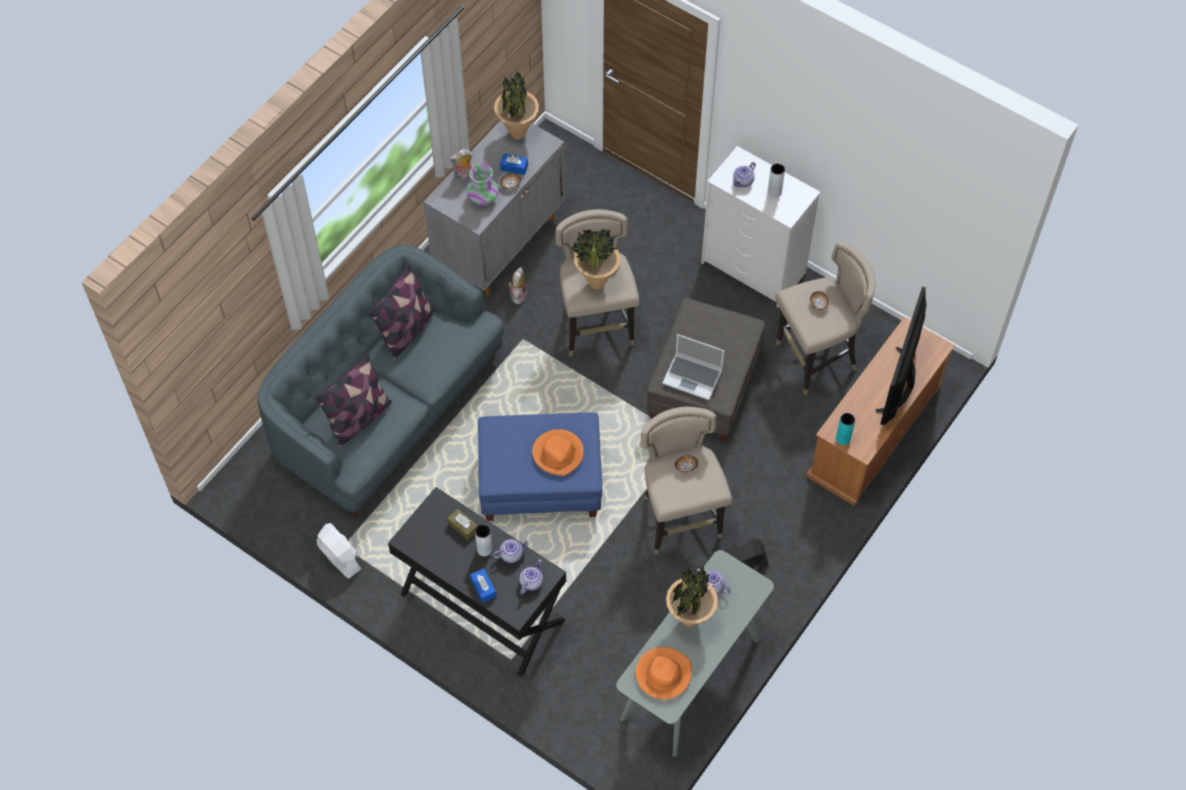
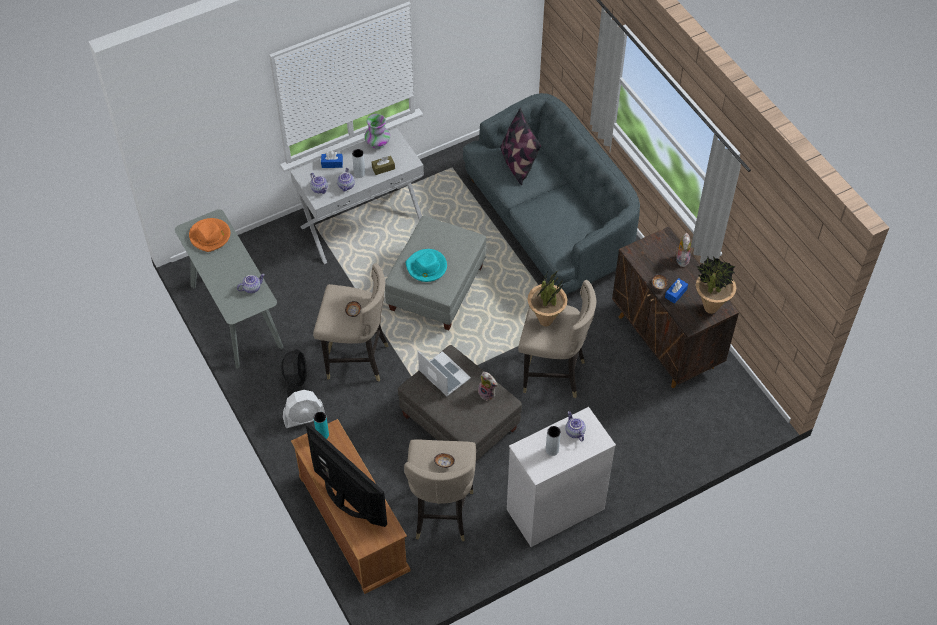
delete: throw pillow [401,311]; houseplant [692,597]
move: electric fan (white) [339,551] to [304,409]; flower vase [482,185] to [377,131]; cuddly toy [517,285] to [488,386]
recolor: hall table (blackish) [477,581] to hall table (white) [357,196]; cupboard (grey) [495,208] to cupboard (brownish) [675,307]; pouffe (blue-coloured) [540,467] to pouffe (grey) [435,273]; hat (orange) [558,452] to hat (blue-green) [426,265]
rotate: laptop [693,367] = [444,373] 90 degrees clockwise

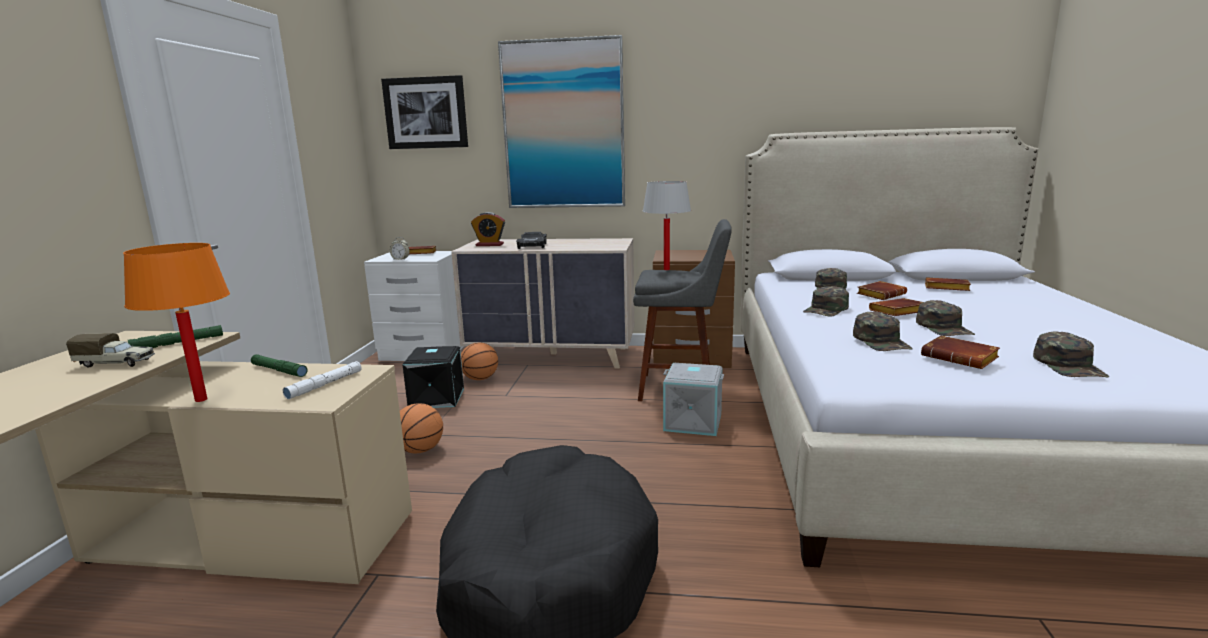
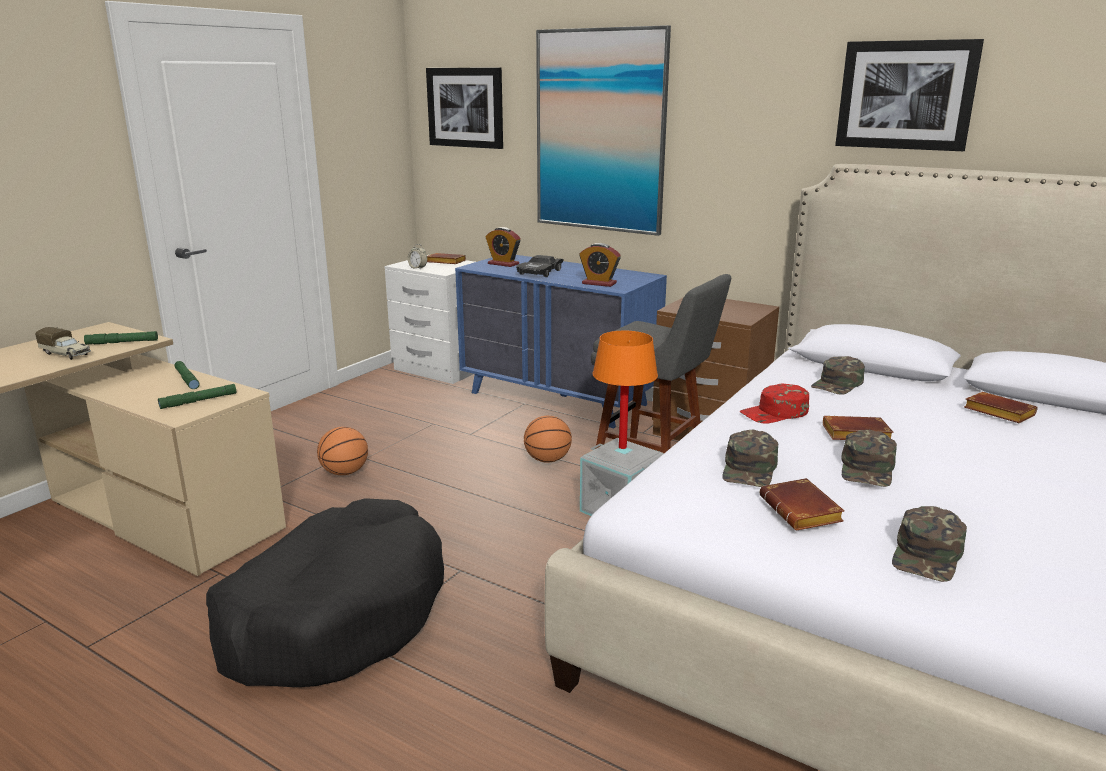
delete: storage container (blackish) [433,377]; tabletop lamp (white) [667,225]; book (brownish) [882,290]
insert: bedside clock [600,265]; picture [909,95]
move: tabletop lamp (orange) [176,322] to [625,390]; basketball ball [479,361] to [548,439]
recolor: flashlight (white) [322,380] to flashlight (greenish) [197,396]; dresser (beige) [542,303] to dresser (blue-coloured) [561,341]; cap (greenish) [826,301] to cap (red-coloured) [774,404]

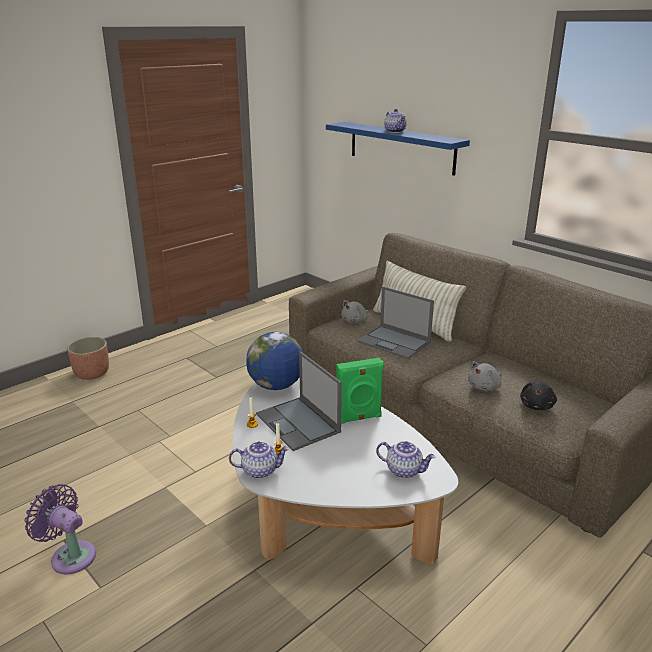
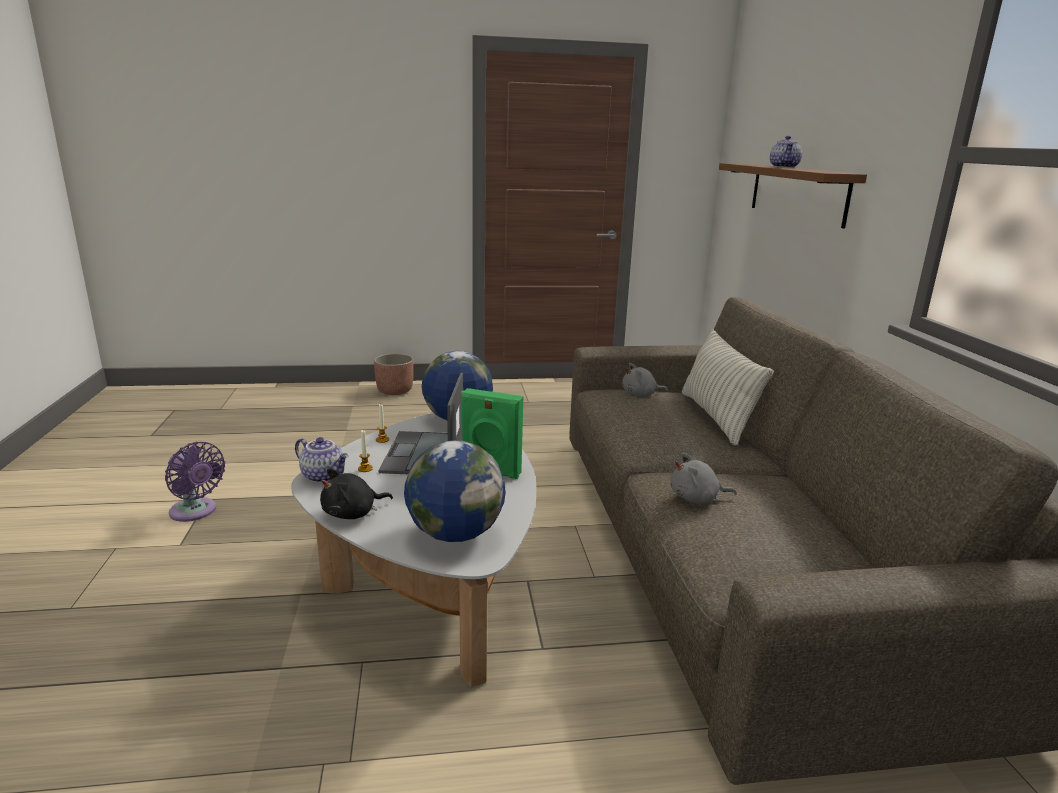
delete: laptop [395,323]
move: cuddly toy (blackish) [538,395] to [356,493]
replace: teapot [406,460] to desk globe [455,491]
recolor: wall shelf (blue-coloured) [398,149] to wall shelf (brownish) [793,196]
rotate: electric fan (purple) [60,529] = [195,482] 150 degrees clockwise

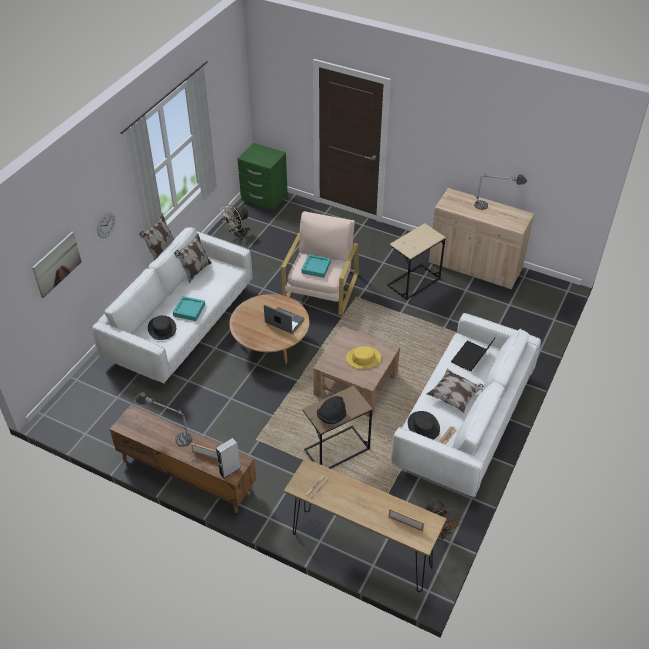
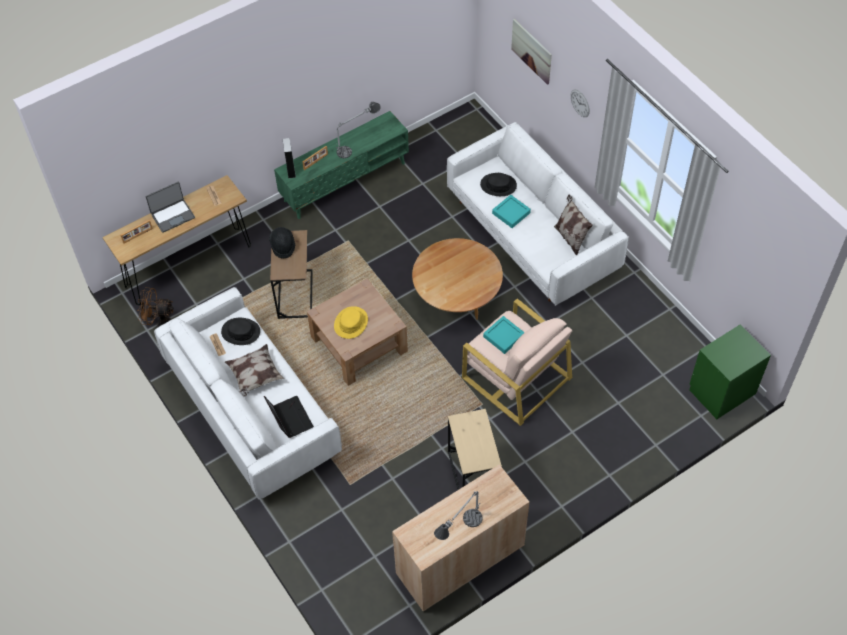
delete: throw pillow [157,236]; electric fan (beige) [235,222]
move: laptop [284,319] to [170,207]
recolor: tv unit (brownish) [183,459] to tv unit (greenish) [341,165]

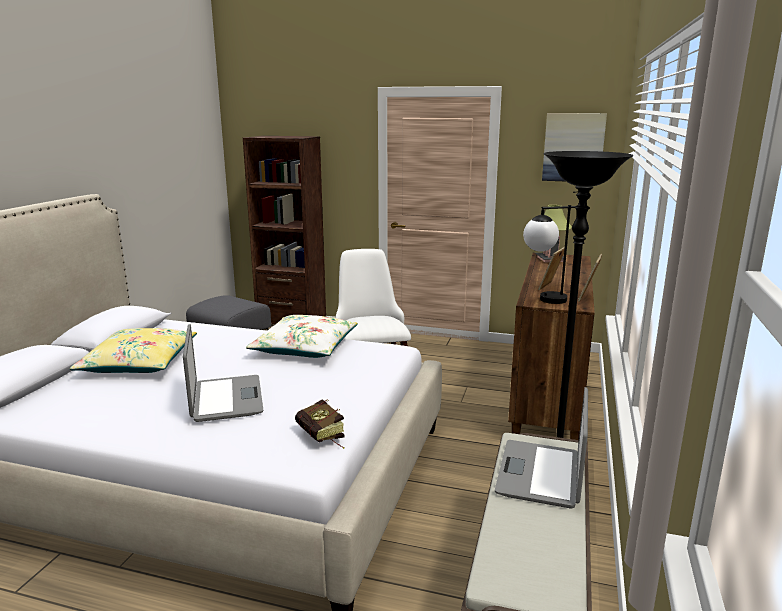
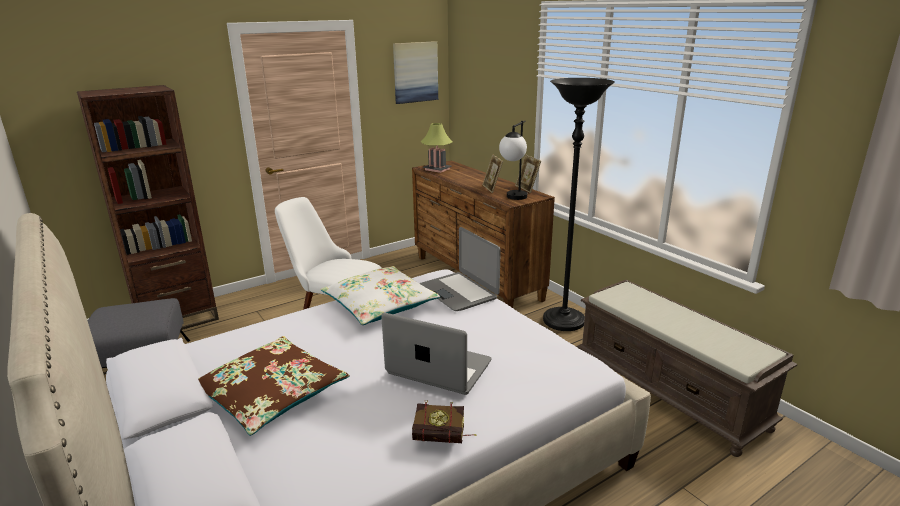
move: book [320,424] to [444,422]; laptop [541,448] to [460,269]
recolor: throw pillow (yellow-coloured) [133,350] to throw pillow (brownish) [273,386]

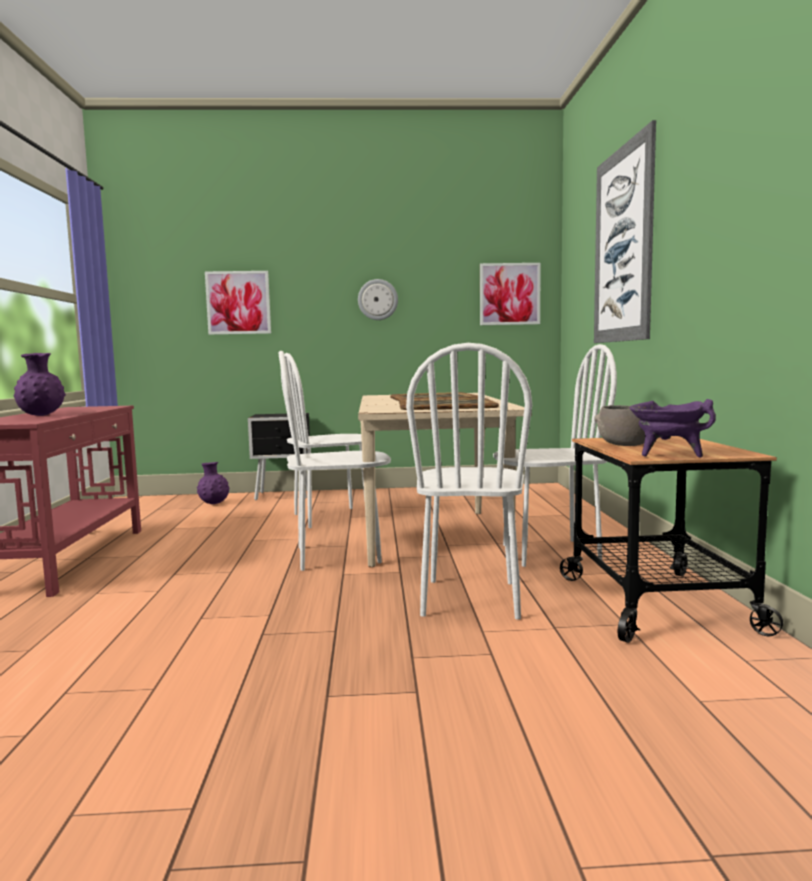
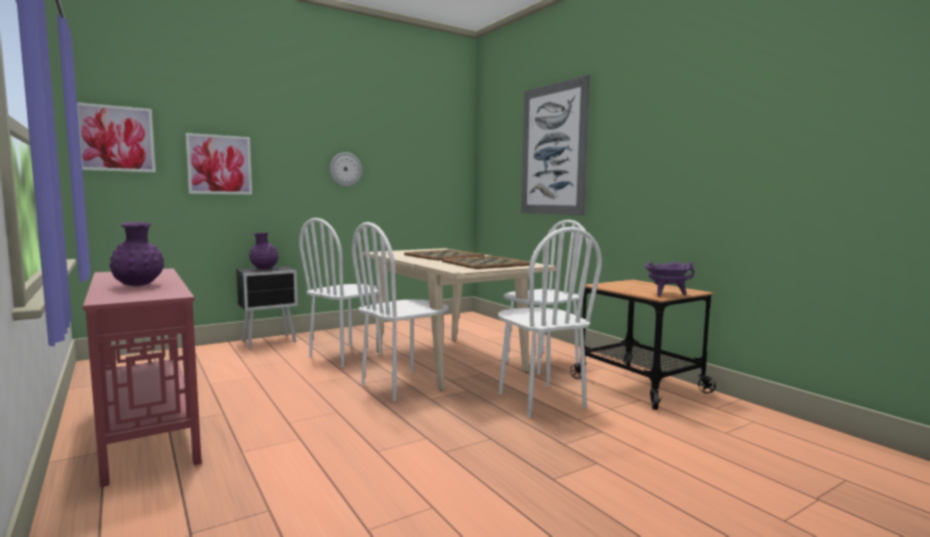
delete: serving bowl (grey) [619,425]
move: flower vase (purple) [213,483] to [264,251]; picture [510,294] to [116,137]

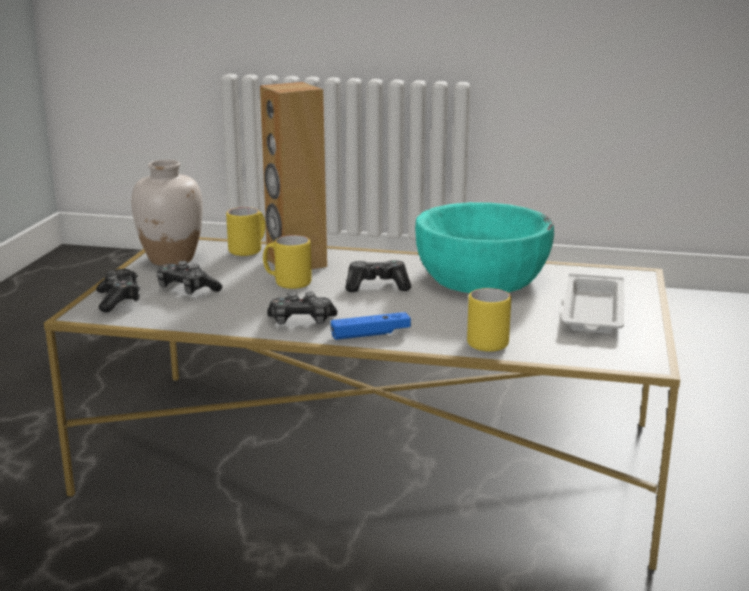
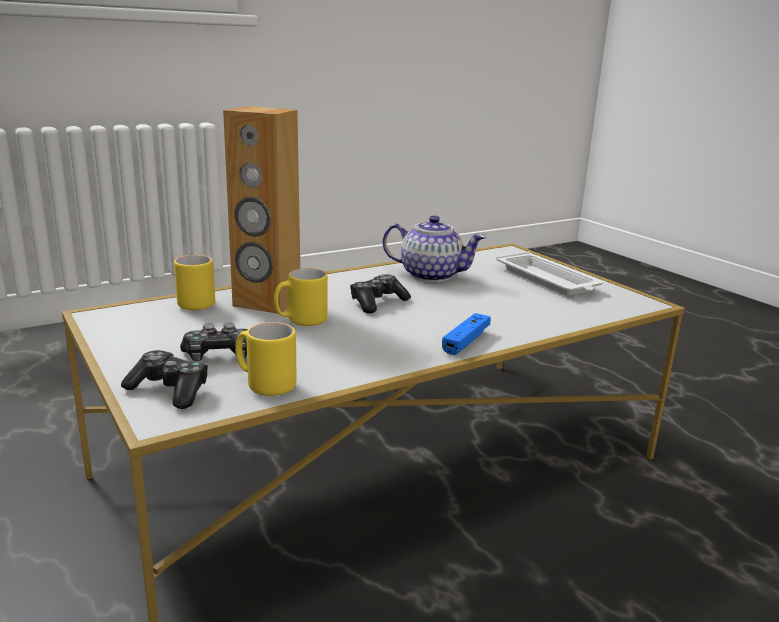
delete: flower vase (white) [167,213]; joypad [302,307]
move: coffee mug (yellow-coloured) [489,320] to [266,359]
replace: serving bowl (blue-green) [484,247] to teapot [434,248]

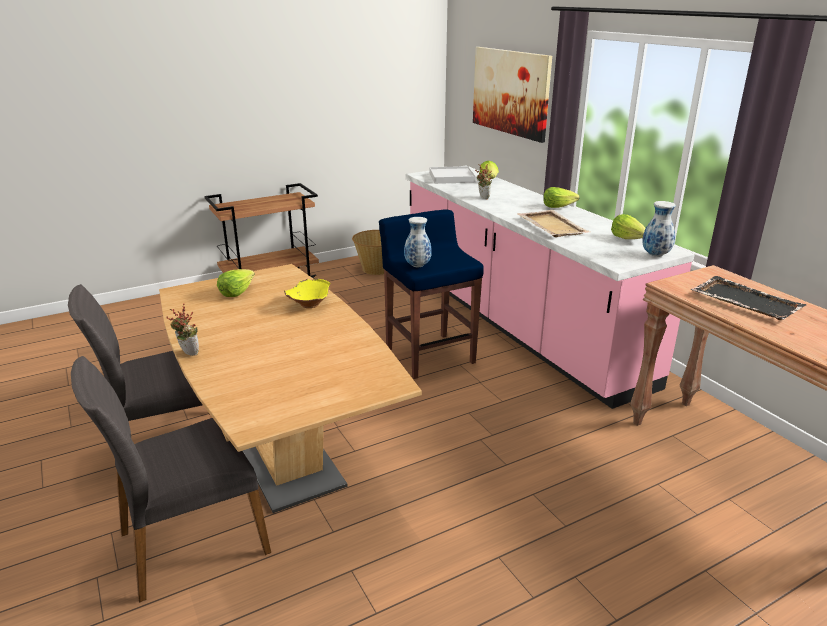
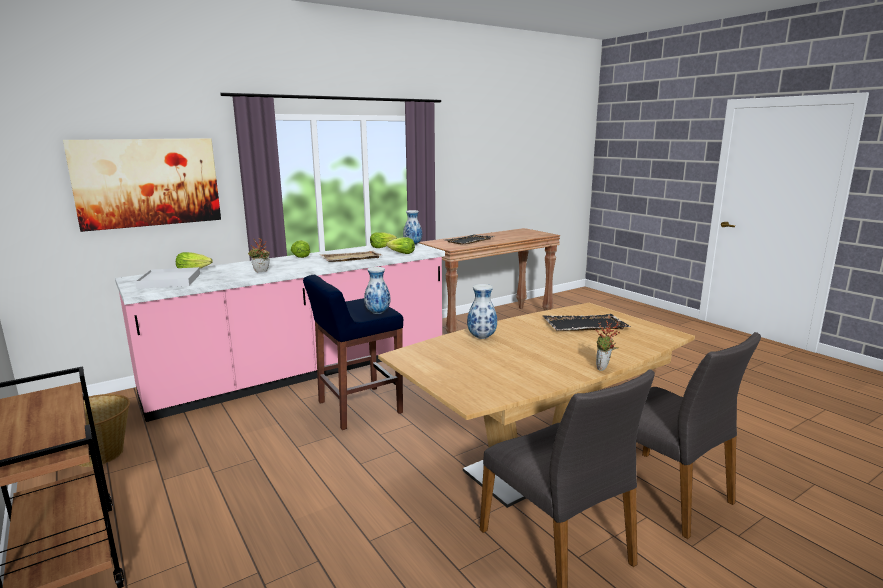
insert: tray (blackish) [587,322]
move: lettuce head [236,283] to [400,245]
replace: serving bowl (yellow-coloured) [307,293] to flower vase [482,311]

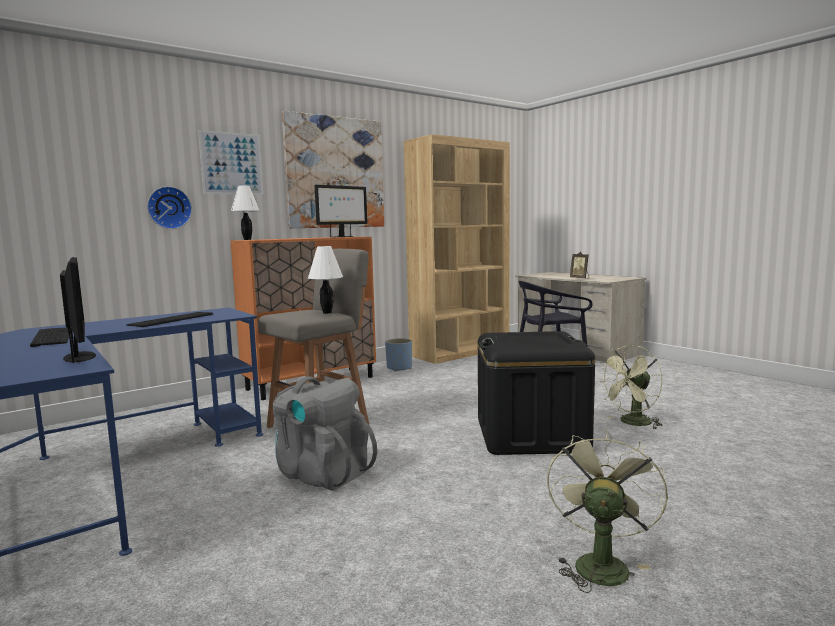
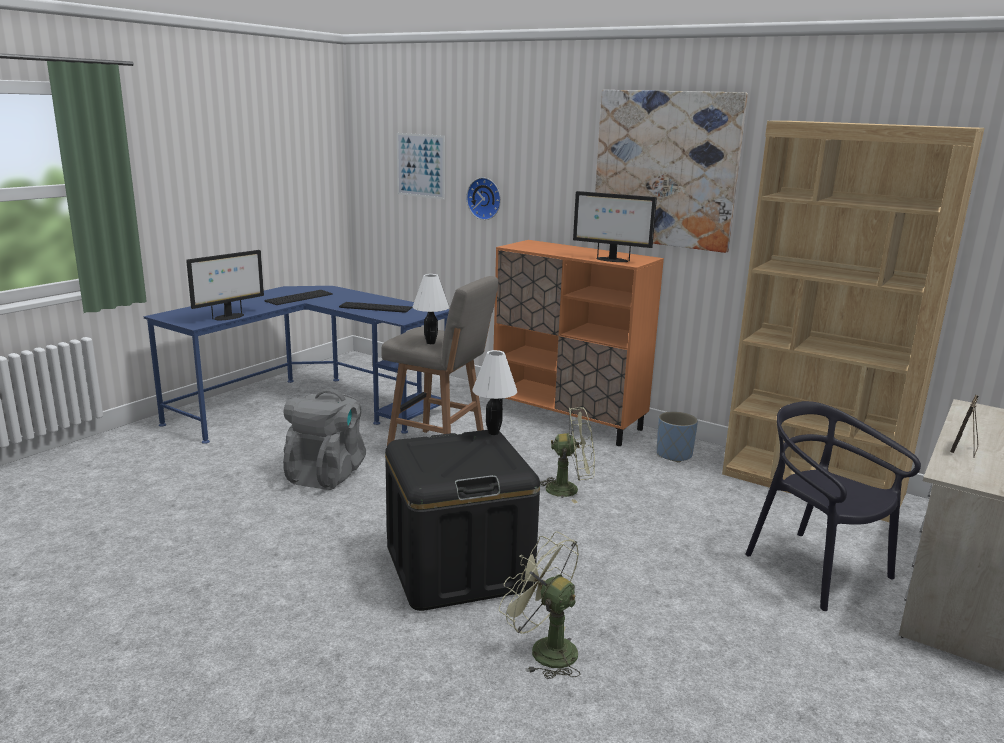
move: picture [230,162] to [421,166]; tabletop lamp (white) [245,212] to [494,392]; electric fan (greenish) [607,511] to [567,455]

